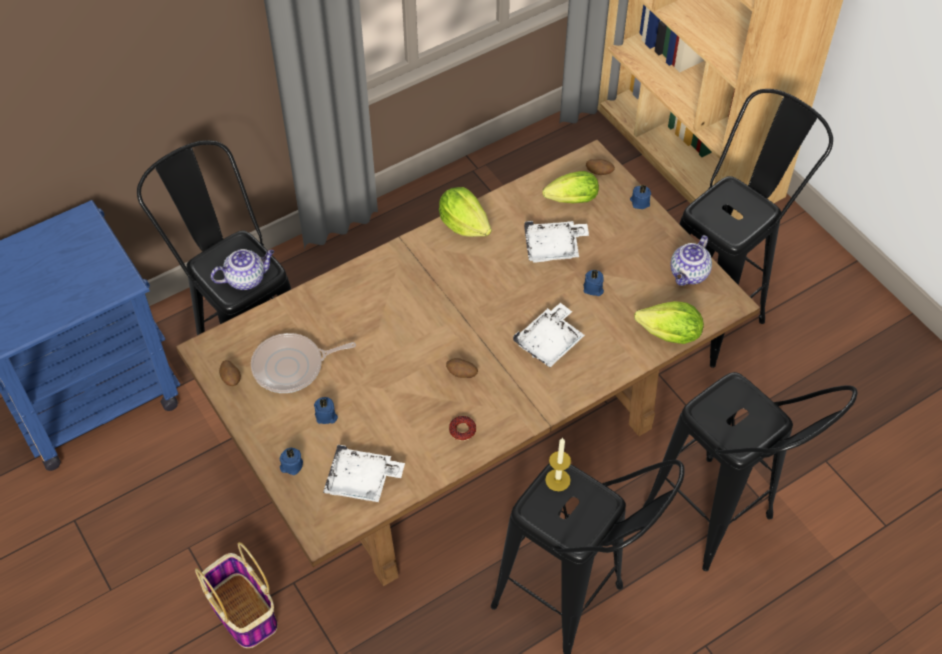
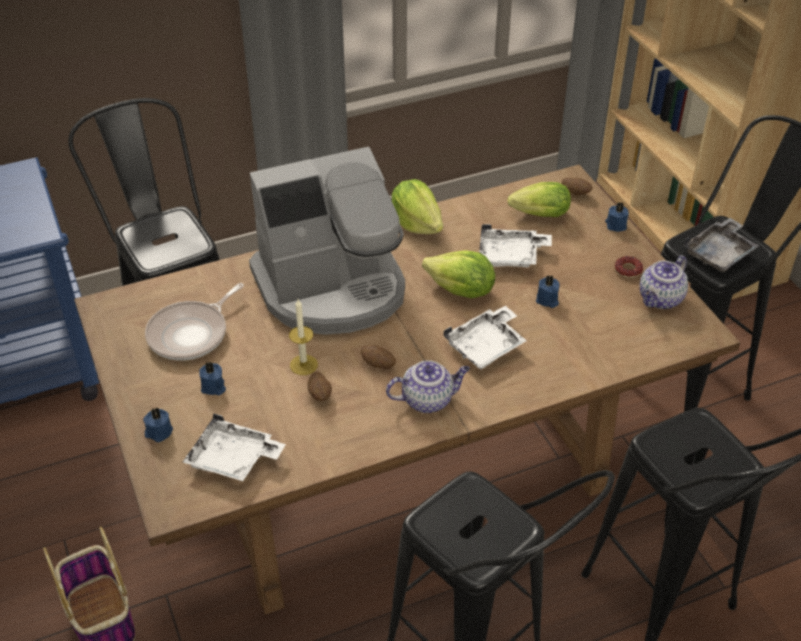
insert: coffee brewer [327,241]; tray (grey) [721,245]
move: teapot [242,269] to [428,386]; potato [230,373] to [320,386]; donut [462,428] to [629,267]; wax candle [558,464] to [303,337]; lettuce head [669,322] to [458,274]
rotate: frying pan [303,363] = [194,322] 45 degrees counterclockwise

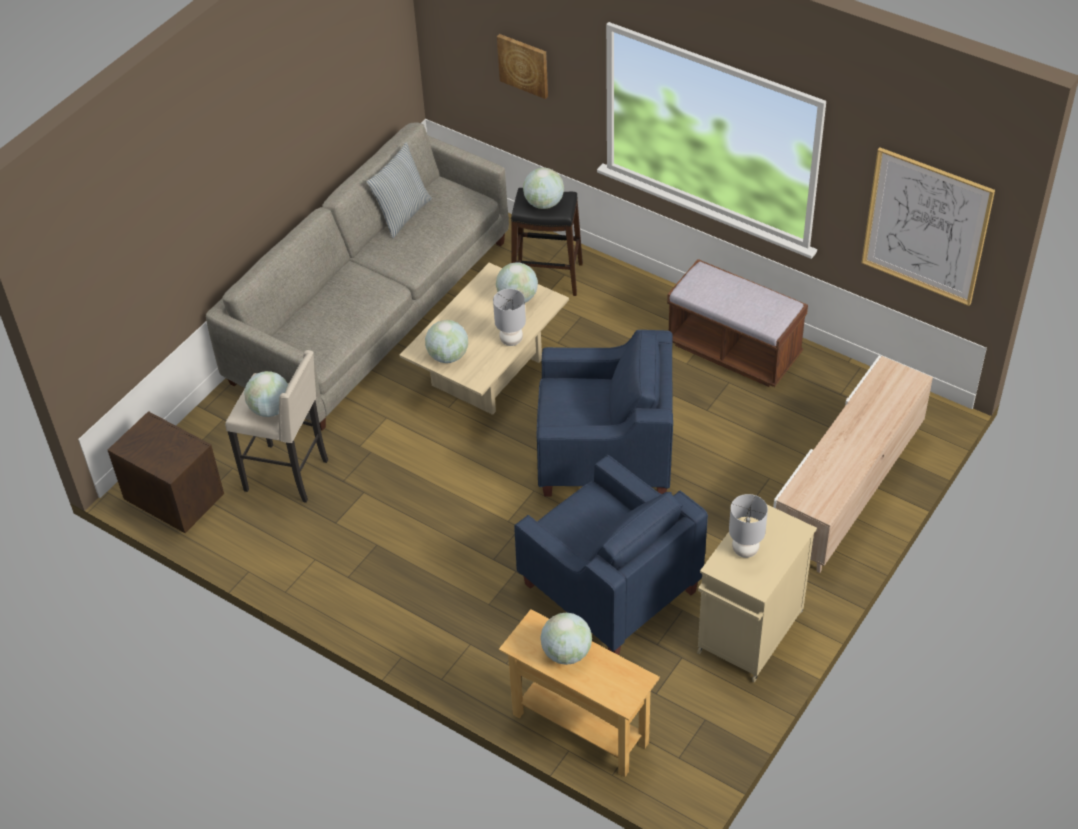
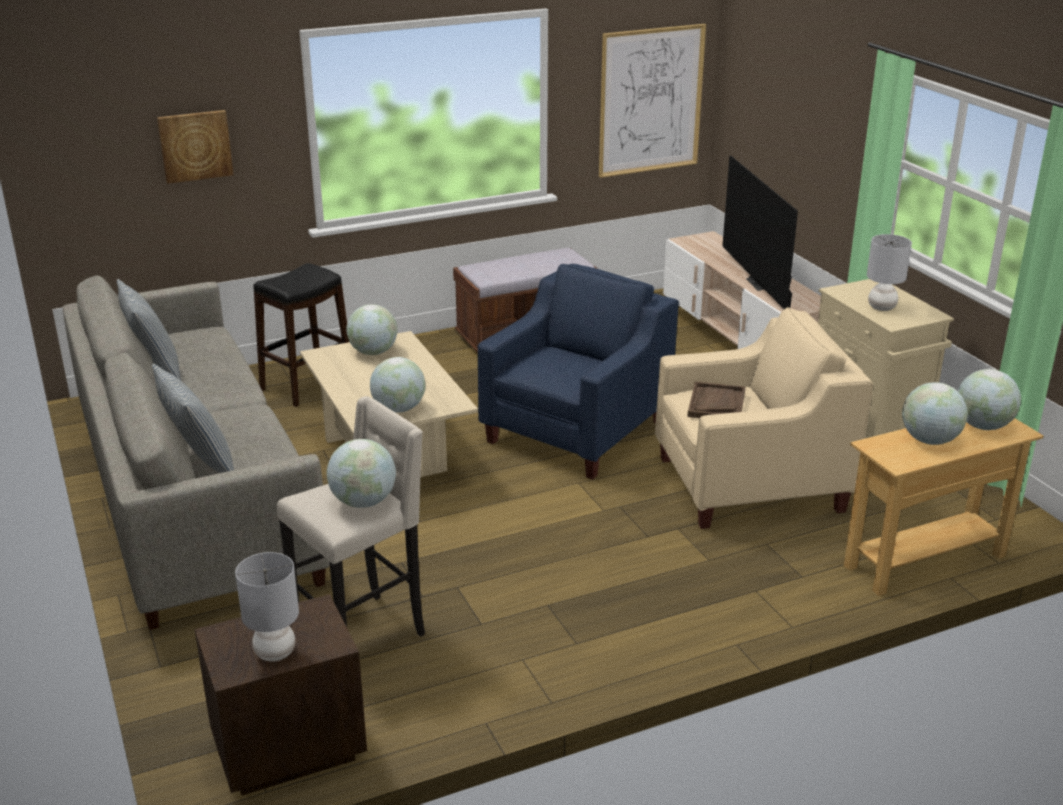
insert: throw pillow [193,418]; tray (brownish) [716,400]; TV [760,232]
move: tabletop lamp (grey) [509,317] to [267,607]; desk globe [543,188] to [989,399]
recolor: easy chair (blue-coloured) [611,555] to easy chair (beige) [764,418]

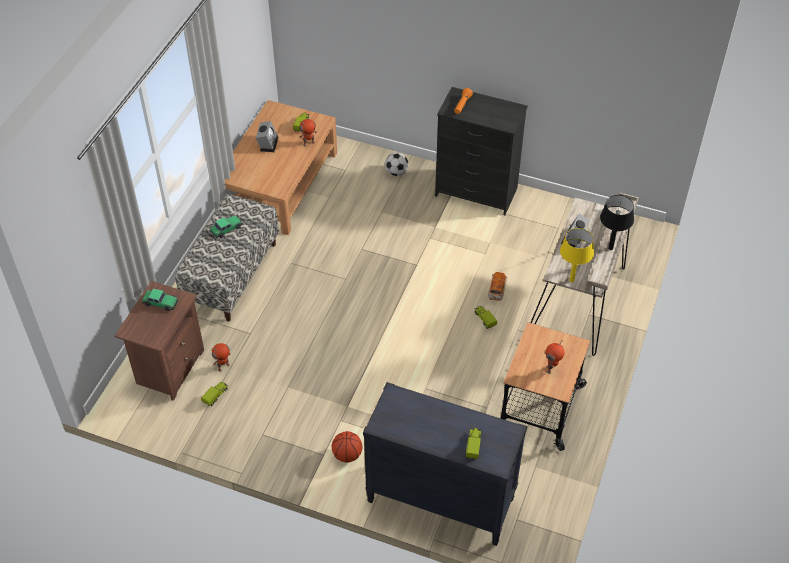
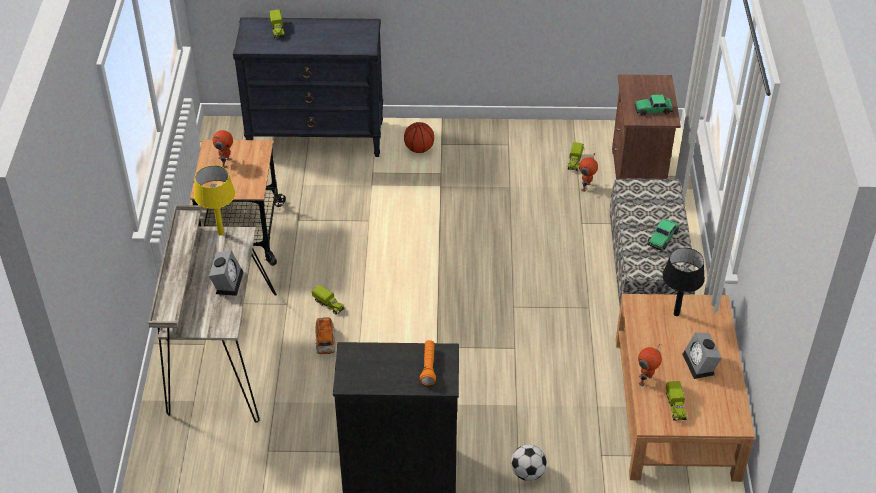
move: tabletop lamp (blackish) [617,222] to [683,282]

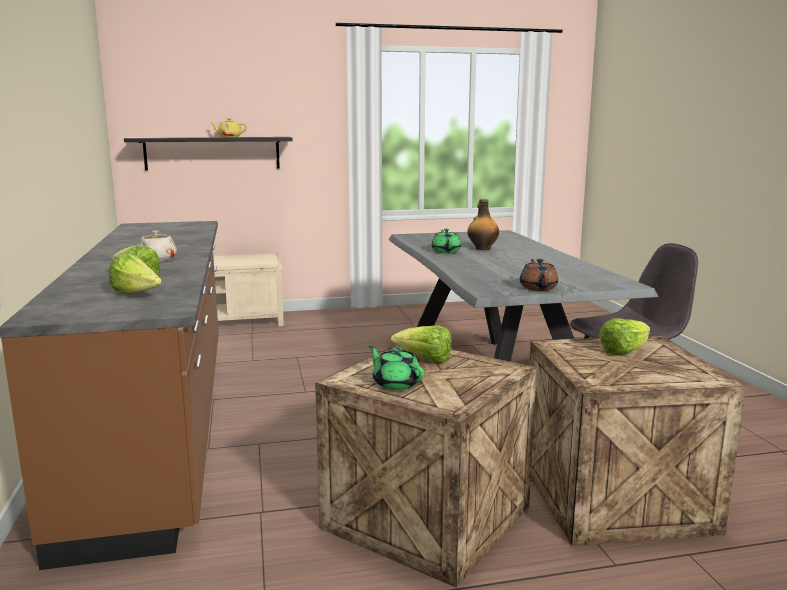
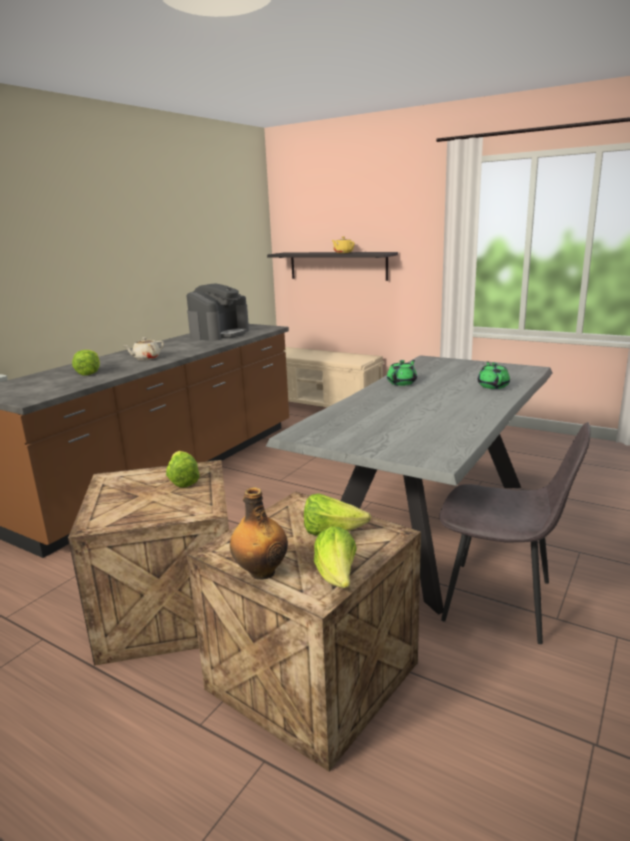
delete: teapot (brownish) [539,275]
insert: coffee brewer [218,312]
move: lettuce head [135,274] to [335,557]; teapot (greenish) [396,368] to [493,375]; bottle [483,224] to [259,533]

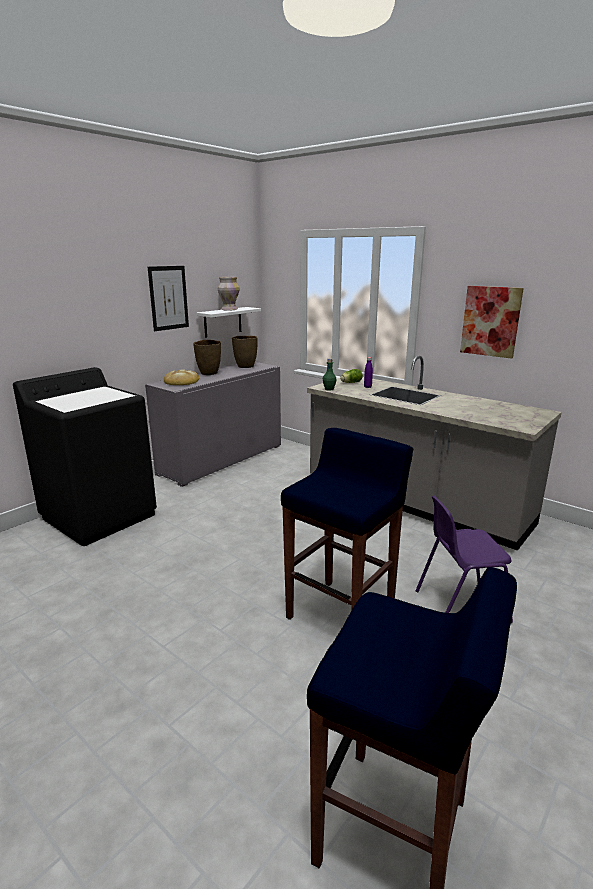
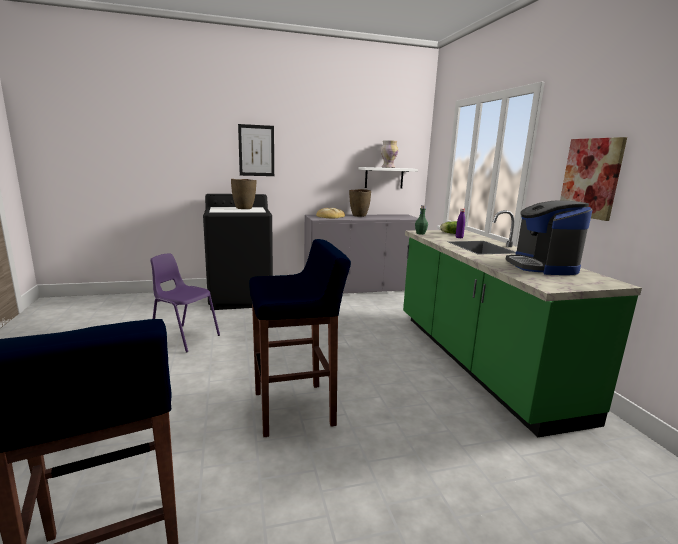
insert: coffee brewer [549,237]
move: picture [168,298] to [256,150]; flower vase (brownish) [245,352] to [244,194]; upright chair (purple) [464,559] to [185,303]
recolor: kitchen counter (grey) [434,453] to kitchen counter (greenish) [522,323]

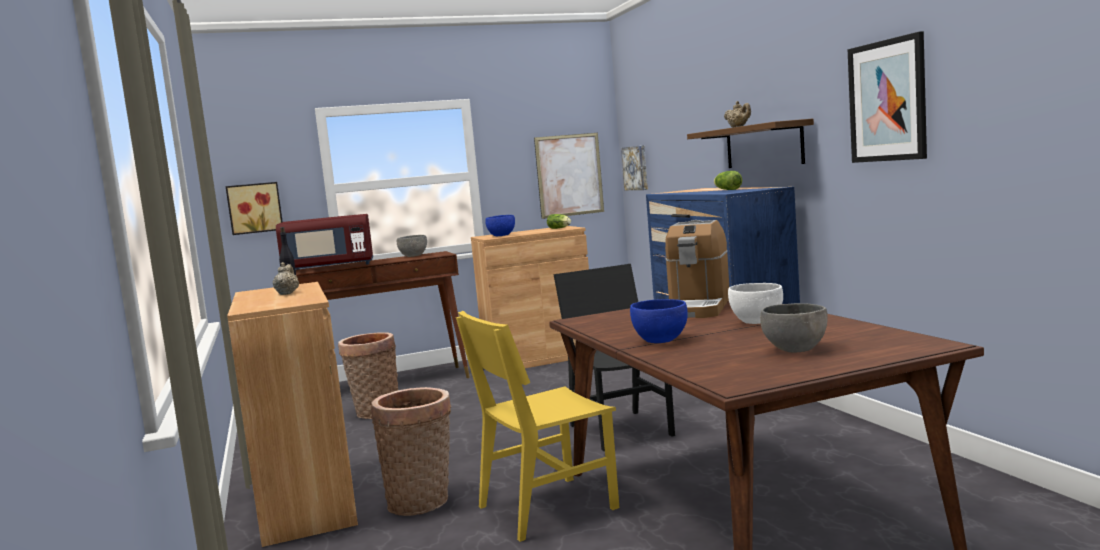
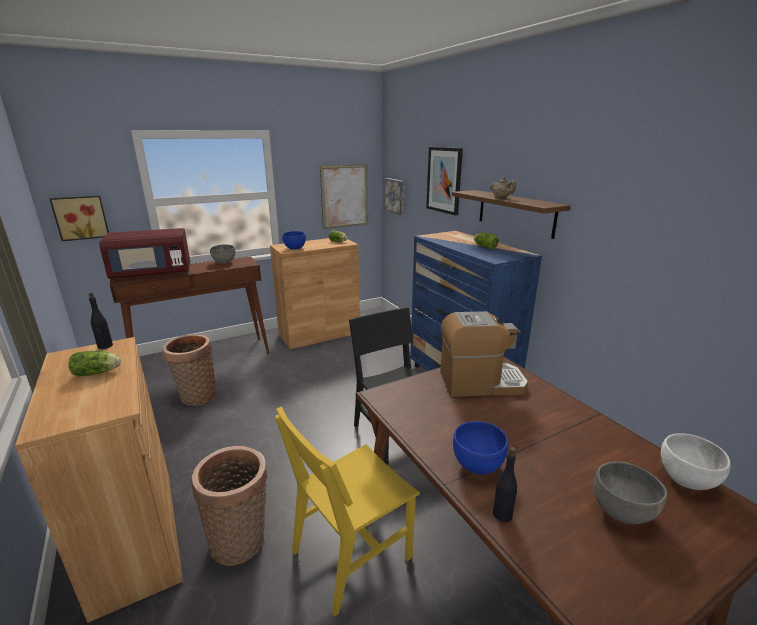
insert: bottle (blackish) [505,484]
move: serving bowl (white) [755,303] to [696,461]; picture [887,97] to [444,181]
replace: teapot (beige) [286,278] to lettuce head [94,363]
rotate: coffee brewer [697,269] = [484,354] 105 degrees counterclockwise

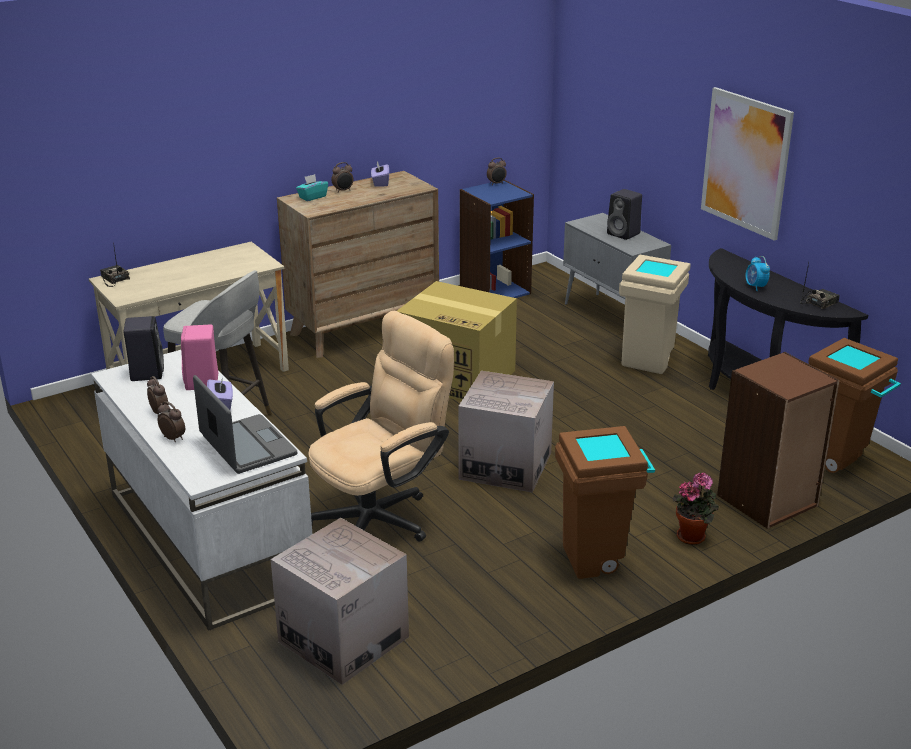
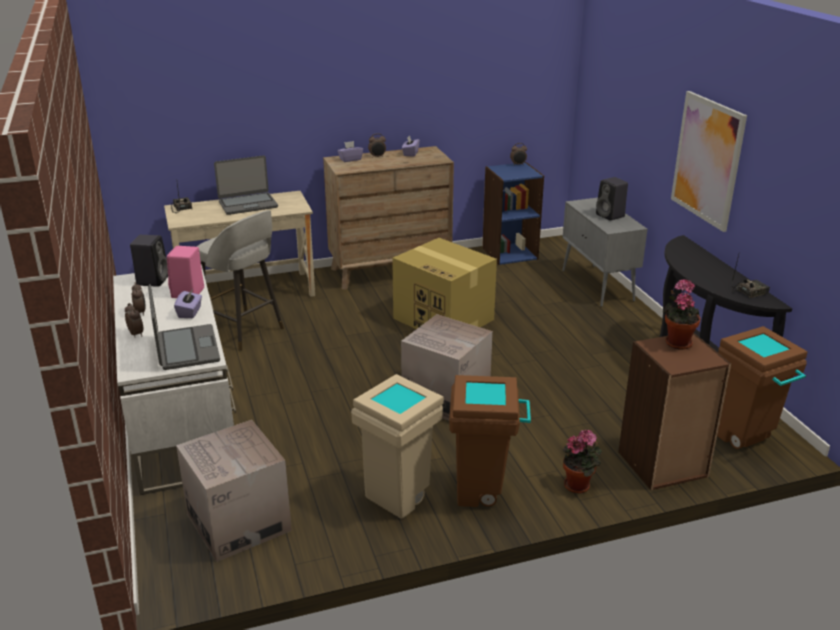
delete: computer chair (beige) [381,426]; bedside clock [757,273]
insert: laptop [246,185]; houseplant [681,314]
move: trash can (beige) [654,314] to [397,446]
recolor: tissue box (blue-green) [312,187] to tissue box (purple) [350,151]

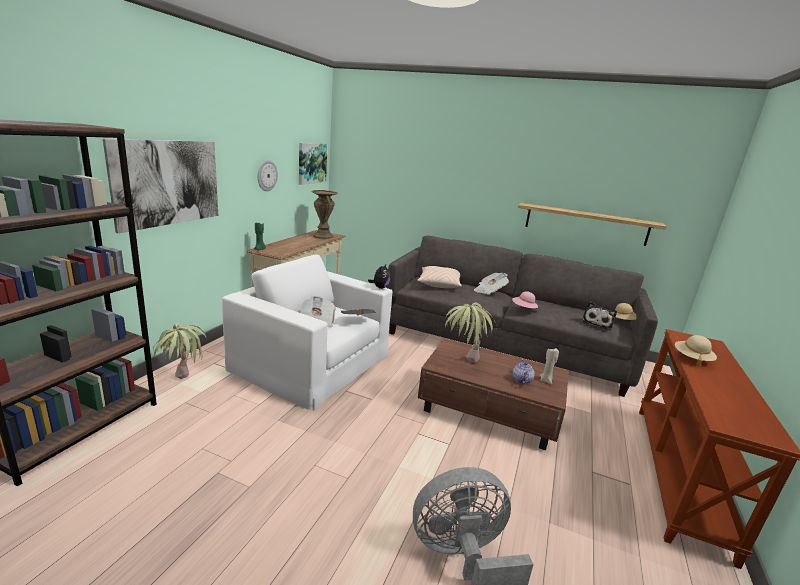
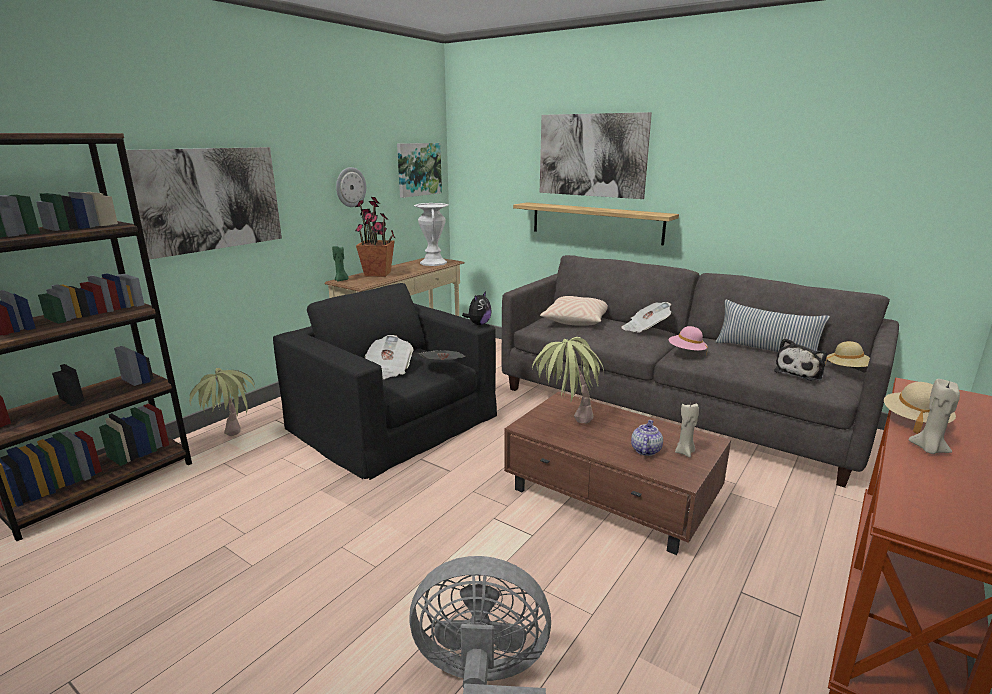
insert: houseplant [375,237]; picture [596,155]; throw pillow [772,326]; wax candle (beige) [934,416]
move: wall shelf [592,224] to [596,223]
recolor: easy chair (white) [307,331] to easy chair (blackish) [385,381]; flower vase (brownish) [324,214] to flower vase (white) [431,234]

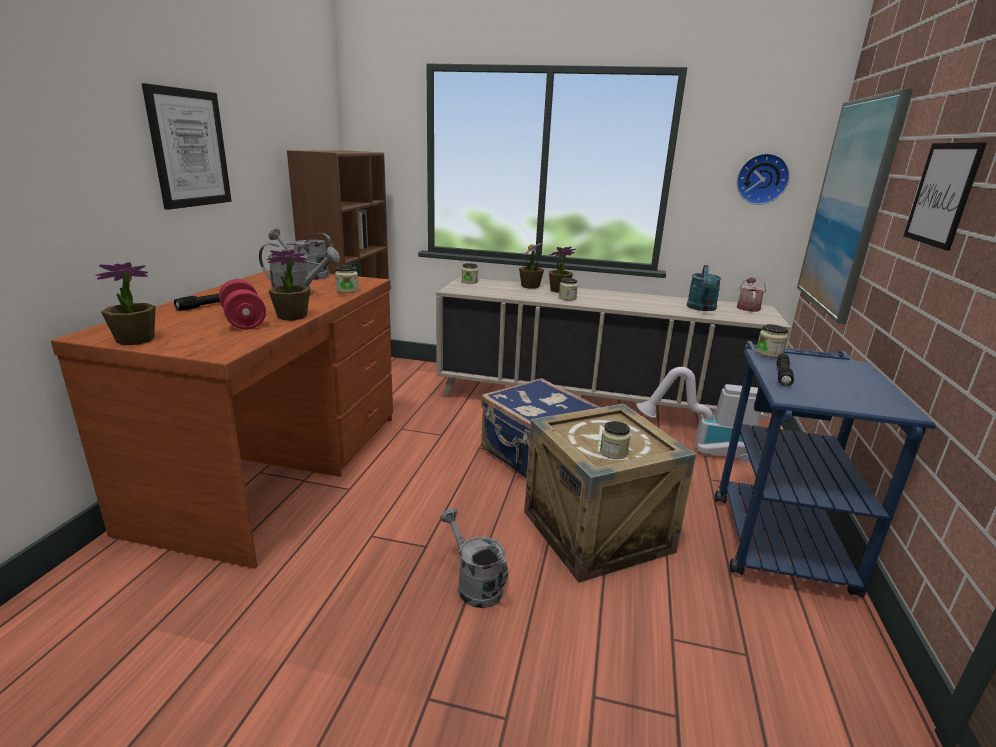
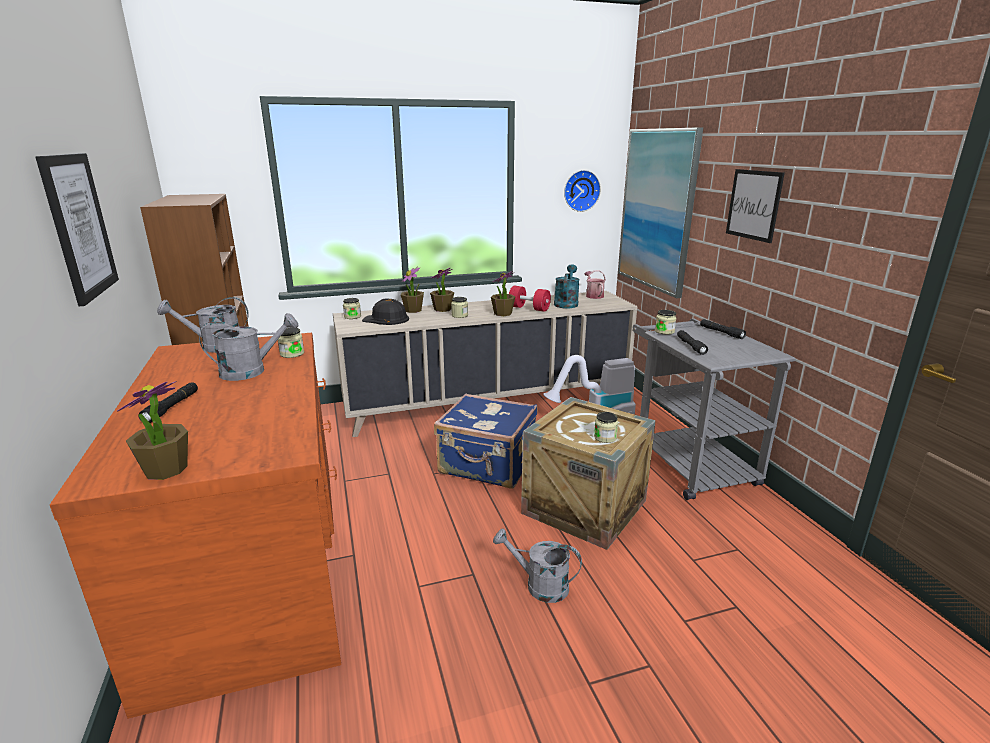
insert: hard hat (blackish) [385,312]; flashlight (blackish) [723,329]
move: hand weight (red-coloured) [242,304] to [530,299]; houseplant [288,284] to [503,293]
recolor: wheeled cart (blue-coloured) [825,469] to wheeled cart (grey) [714,409]
rotate: watering can (blue-green) [704,288] = [567,286] 150 degrees counterclockwise

